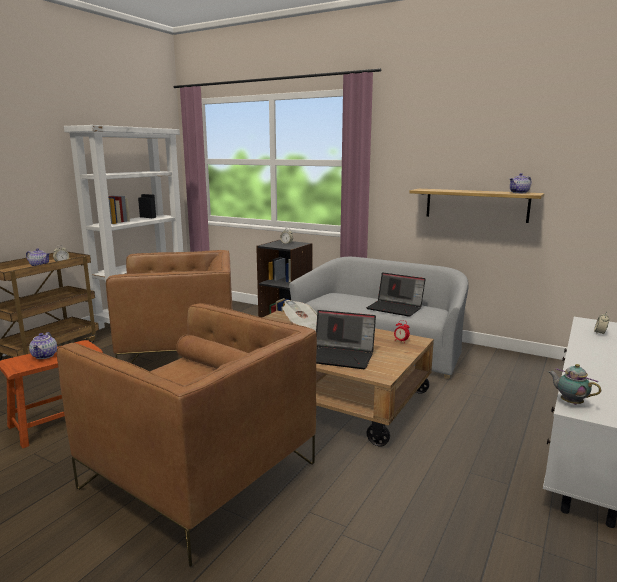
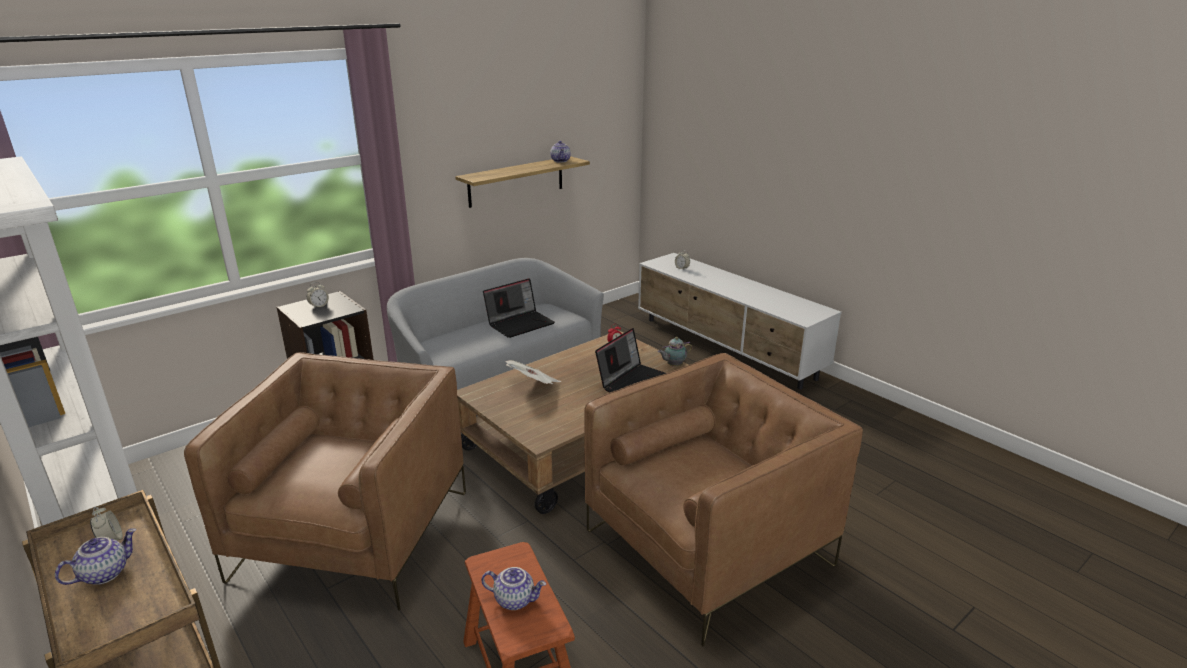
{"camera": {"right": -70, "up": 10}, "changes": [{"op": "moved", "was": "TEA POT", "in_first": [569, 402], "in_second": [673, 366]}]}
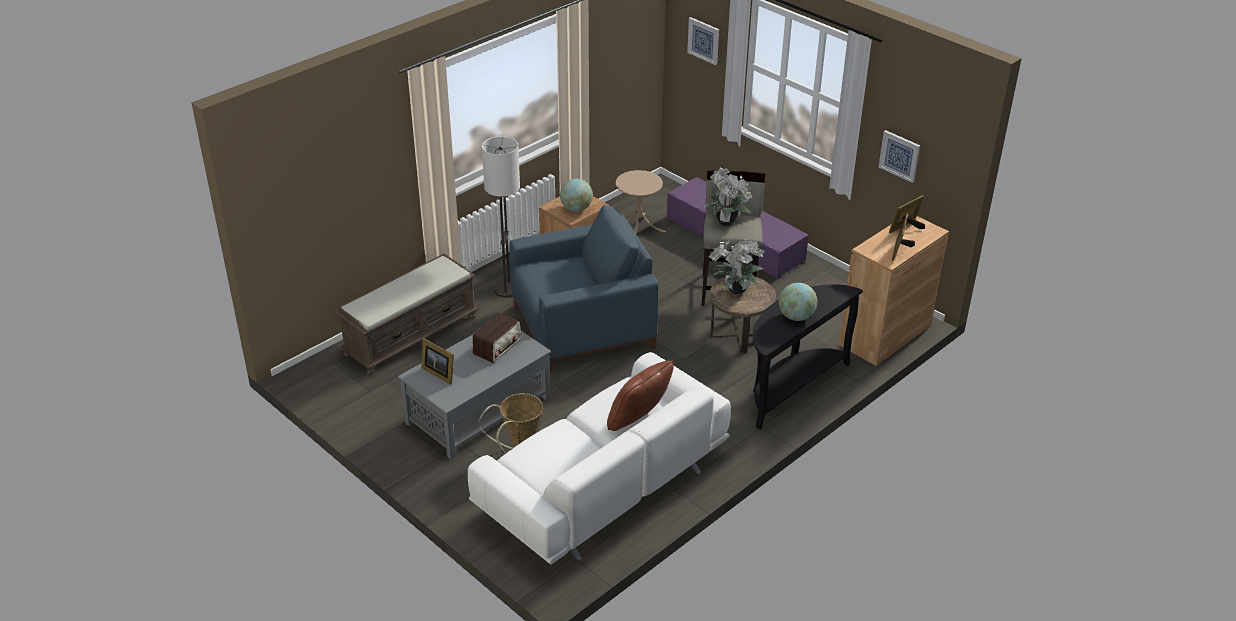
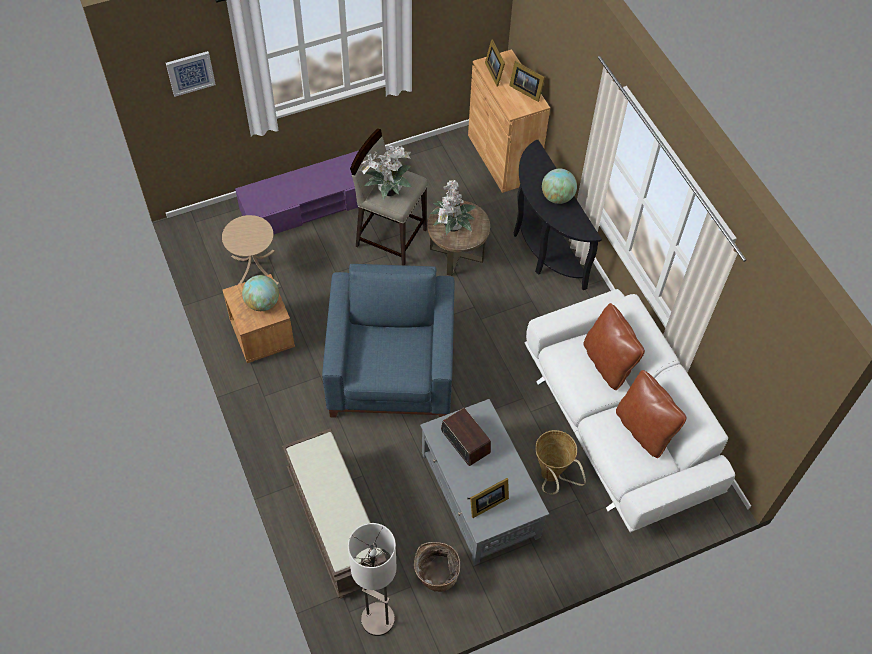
{"camera": {"right": -70, "up": 20}, "changes": [{"op": "moved", "was": "STANDING LAMP", "in_first": [507, 289], "in_second": [377, 619]}, {"op": "added", "now": "STORAGE BASKET", "in_second": [436, 575]}, {"op": "added", "now": "BROWN-COLOURED PILLOW", "in_second": [644, 429]}, {"op": "removed", "was": "PICTURE", "in_first": [900, 156]}]}
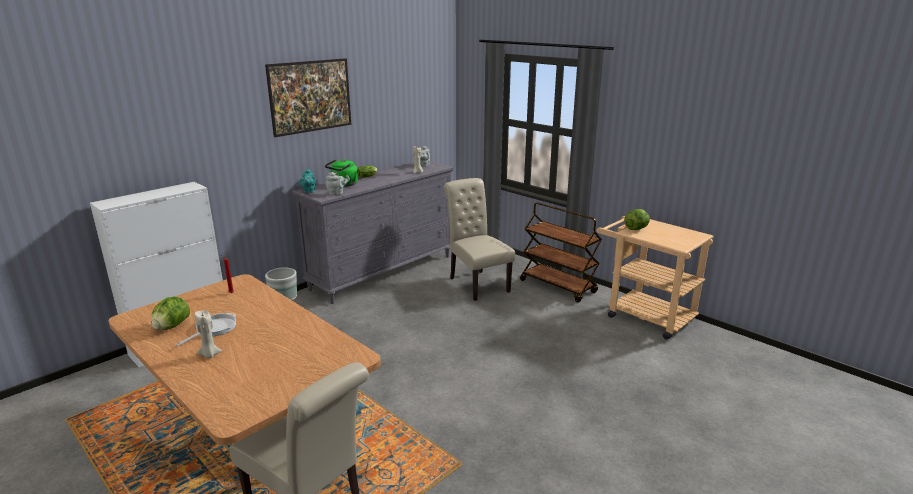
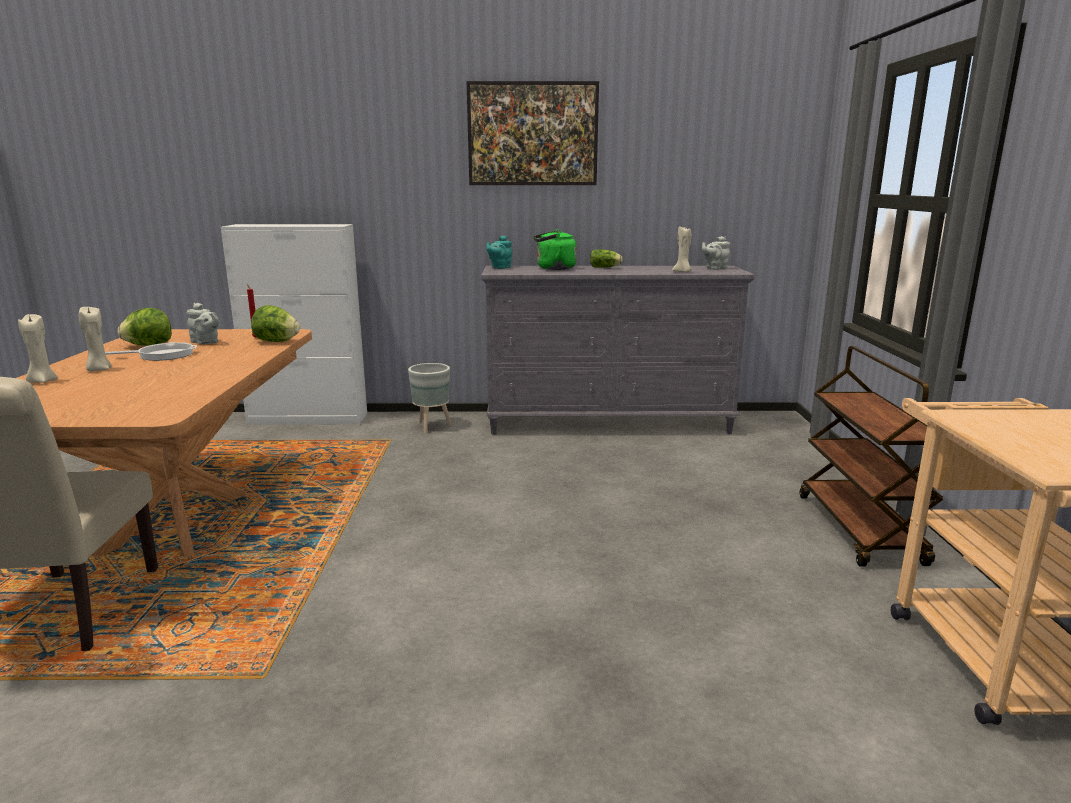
{"camera": {"right": 45, "up": -5}, "changes": [{"op": "added", "now": "SAND-COLOURED WAX CANDLE", "in_second": [42, 381]}, {"op": "moved", "was": "GRAY TEA POT", "in_first": [337, 193], "in_second": [206, 342]}, {"op": "moved", "was": "LETTUCE HEAD", "in_first": [636, 229], "in_second": [276, 341]}, {"op": "removed", "was": "SAND-COLOURED PLAIN CHAIR", "in_first": [476, 283]}]}
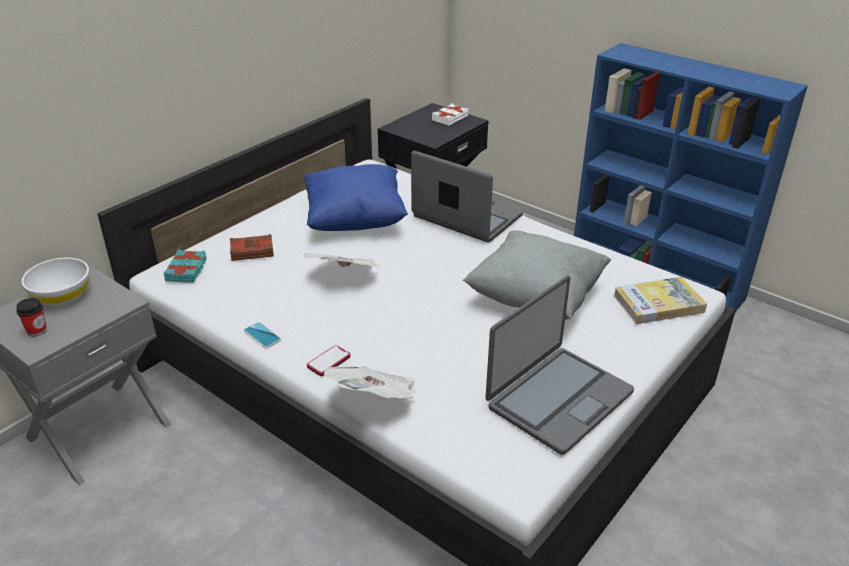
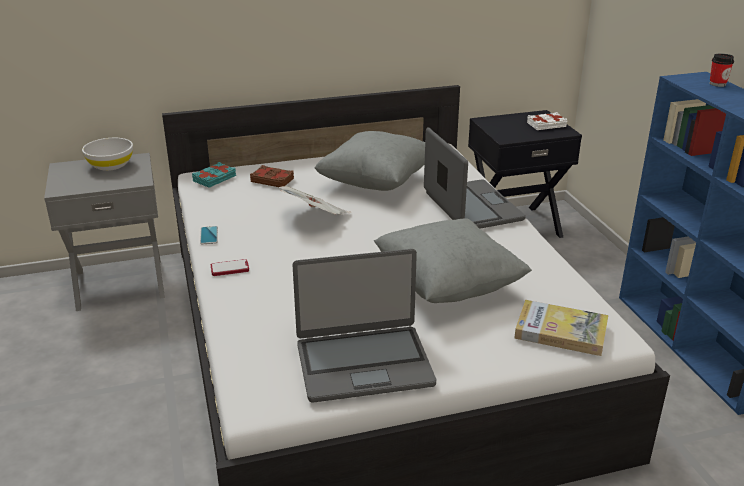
{"camera": {"right": 35, "up": -5}, "changes": [{"op": "recoloured", "was": "BLUE PILLOW", "now": "GRAY PILLOW", "in_first": [355, 221], "in_second": [376, 183]}, {"op": "moved", "was": "CUP", "in_first": [37, 331], "in_second": [717, 84]}, {"op": "removed", "was": "NEWSPAPER", "in_first": [375, 399]}]}
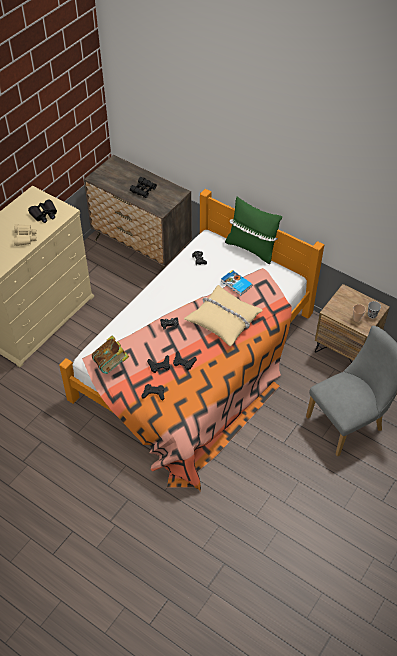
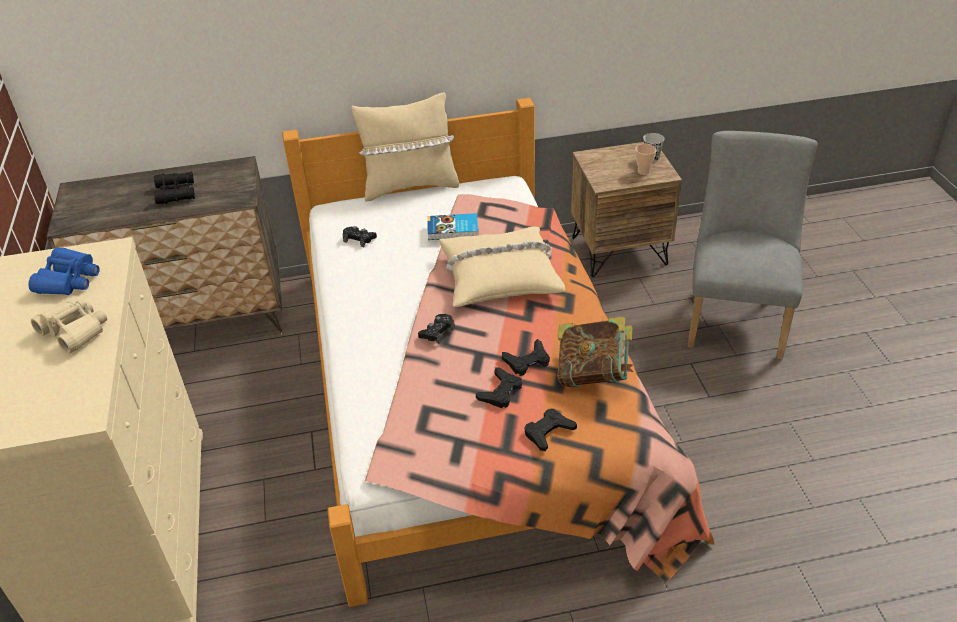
{"camera": {"right": -45, "up": -10}, "changes": [{"op": "recoloured", "was": "BLACK-COLOURED BINOCULARS", "now": "BLUE BINOCULARS", "in_first": [44, 214], "in_second": [69, 280]}, {"op": "recoloured", "was": "GREEN PILLOW", "now": "SAND-COLOURED PILLOW", "in_first": [251, 248], "in_second": [410, 186]}, {"op": "moved", "was": "VOLUME", "in_first": [111, 364], "in_second": [593, 374]}]}
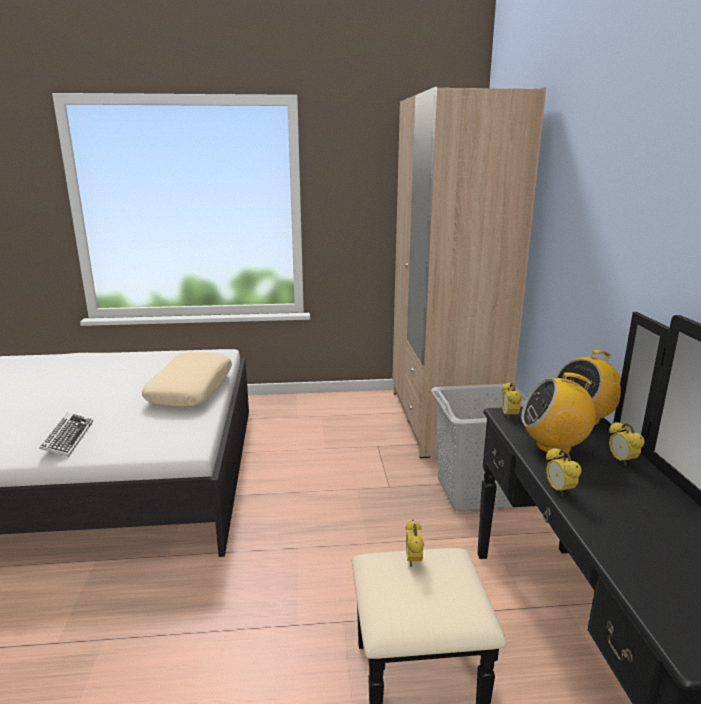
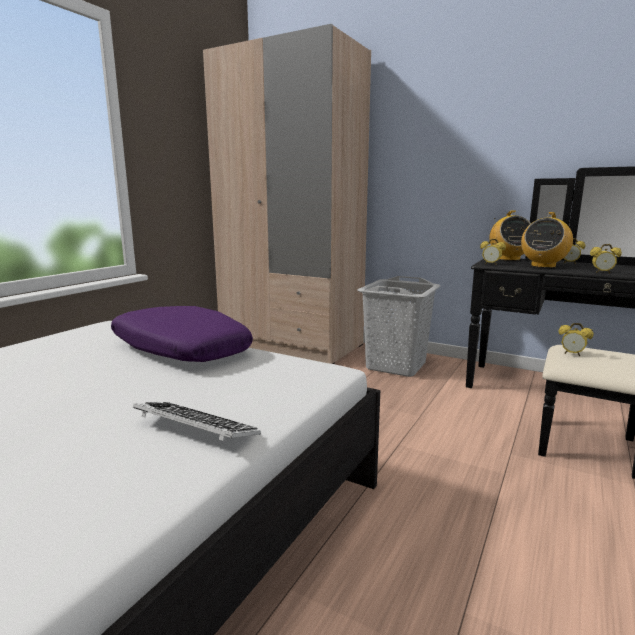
{"camera": {"right": -55, "up": -5}, "changes": [{"op": "recoloured", "was": "SAND-COLOURED PILLOW", "now": "PURPLE-COLOURED PILLOW", "in_first": [190, 389], "in_second": [180, 349]}]}
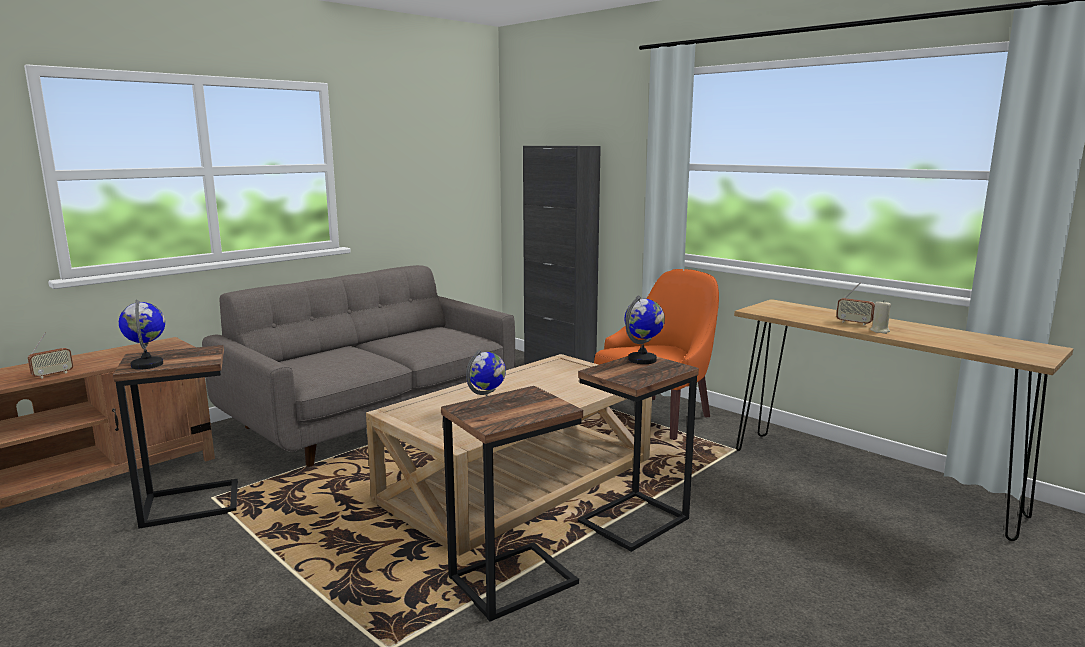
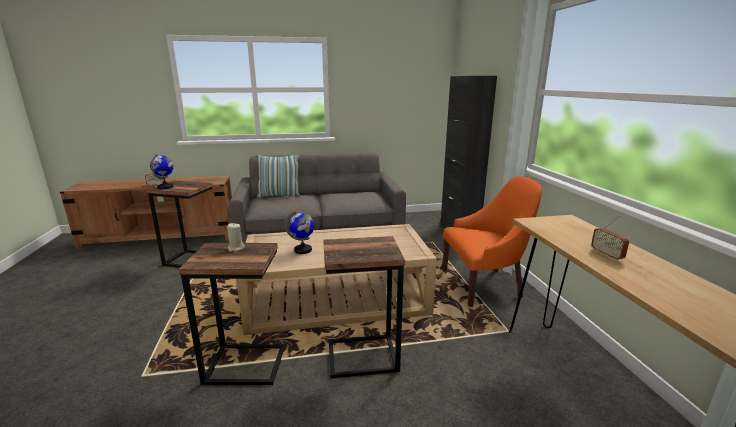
{"camera": {"right": 35, "up": 5}, "changes": [{"op": "moved", "was": "SAND-COLOURED WAX CANDLE", "in_first": [880, 331], "in_second": [236, 248]}, {"op": "added", "now": "PILLOW", "in_second": [279, 196]}, {"op": "removed", "was": "WORLD GLOBE", "in_first": [642, 360]}]}
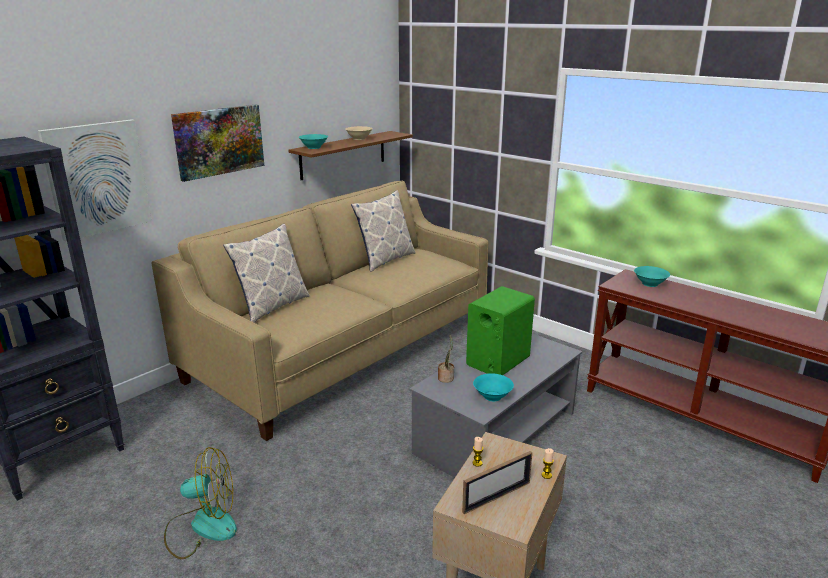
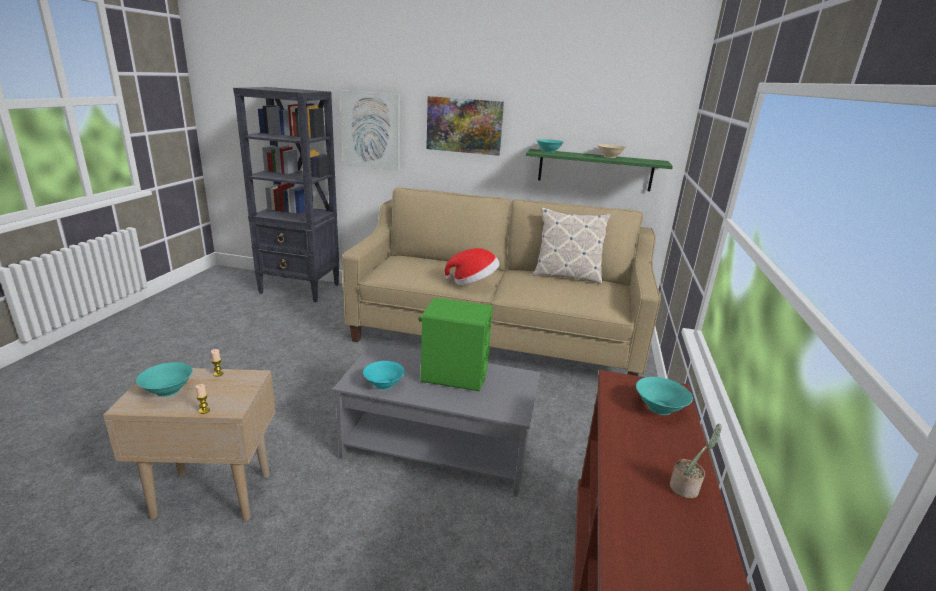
{"camera": {"right": 60, "up": 0}, "changes": [{"op": "replaced", "was": "STANDING FRAME", "now": "BLUE-GREEN DEEP DISH", "in_first": [496, 497], "in_second": [168, 390]}, {"op": "added", "now": "WEARABLE HAT", "in_second": [473, 282]}, {"op": "recoloured", "was": "BROWN-COLOURED WALL SHELF", "now": "GREEN WALL SHELF", "in_first": [343, 155], "in_second": [595, 170]}, {"op": "moved", "was": "HOUSEPLANT", "in_first": [446, 378], "in_second": [686, 488]}, {"op": "removed", "was": "ELECTRIC FAN", "in_first": [202, 526]}, {"op": "removed", "was": "PILLOW", "in_first": [272, 306]}]}
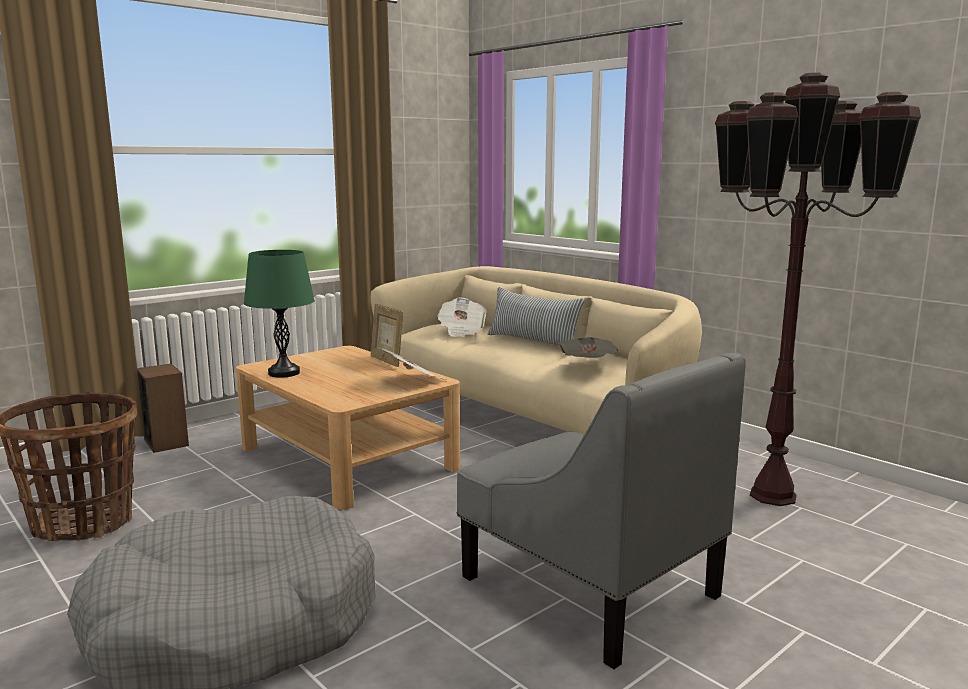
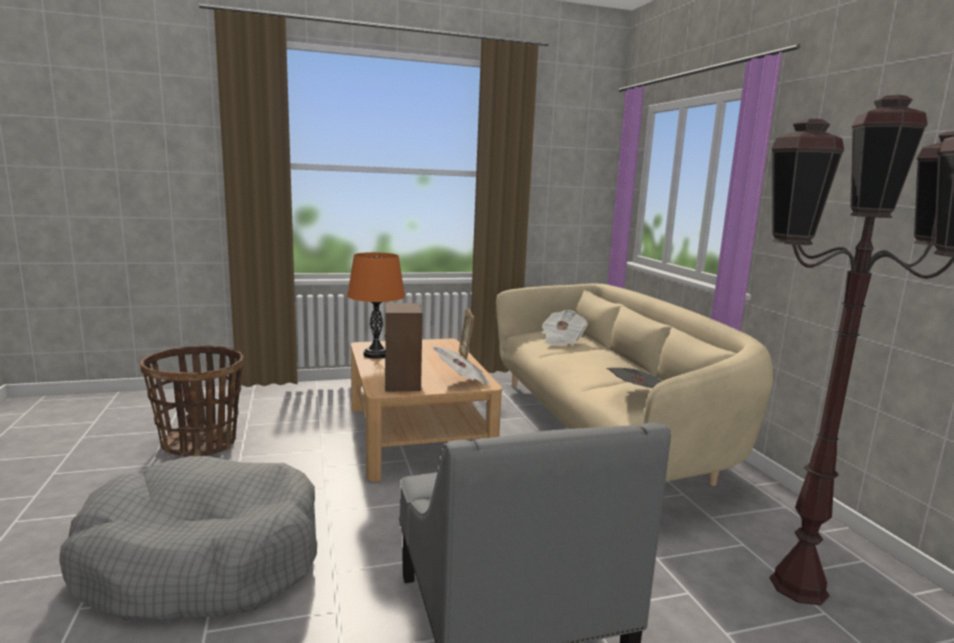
{"camera": {"right": 25, "up": 0}, "changes": [{"op": "recoloured", "was": "GREEN TABLE LAMP", "now": "ORANGE-COLOURED TABLE LAMP", "in_first": [284, 373], "in_second": [376, 354]}, {"op": "moved", "was": "AUDIO SPEAKER", "in_first": [166, 442], "in_second": [403, 383]}, {"op": "removed", "was": "PILLOW", "in_first": [533, 341]}]}
